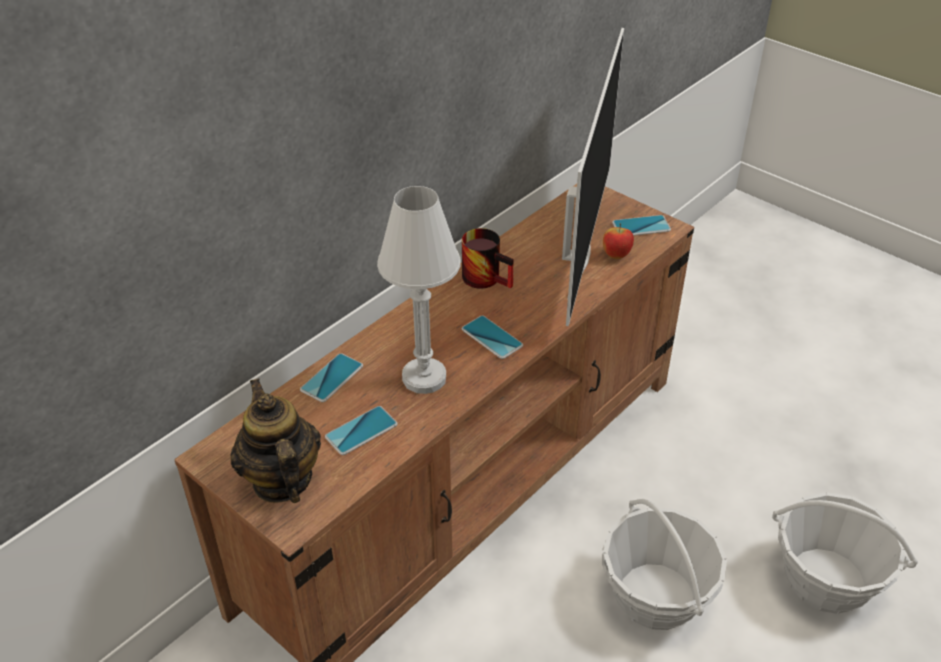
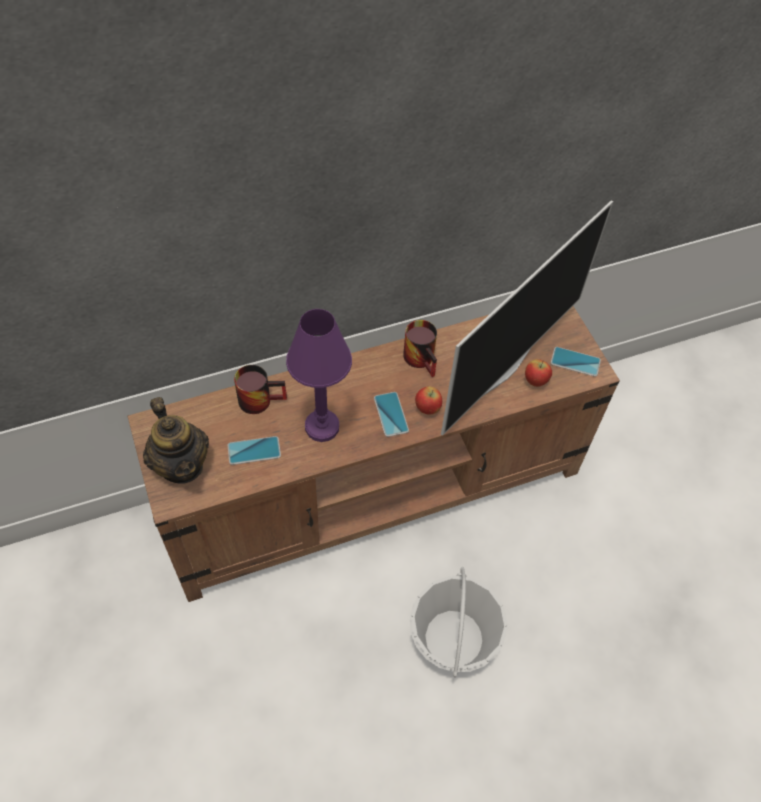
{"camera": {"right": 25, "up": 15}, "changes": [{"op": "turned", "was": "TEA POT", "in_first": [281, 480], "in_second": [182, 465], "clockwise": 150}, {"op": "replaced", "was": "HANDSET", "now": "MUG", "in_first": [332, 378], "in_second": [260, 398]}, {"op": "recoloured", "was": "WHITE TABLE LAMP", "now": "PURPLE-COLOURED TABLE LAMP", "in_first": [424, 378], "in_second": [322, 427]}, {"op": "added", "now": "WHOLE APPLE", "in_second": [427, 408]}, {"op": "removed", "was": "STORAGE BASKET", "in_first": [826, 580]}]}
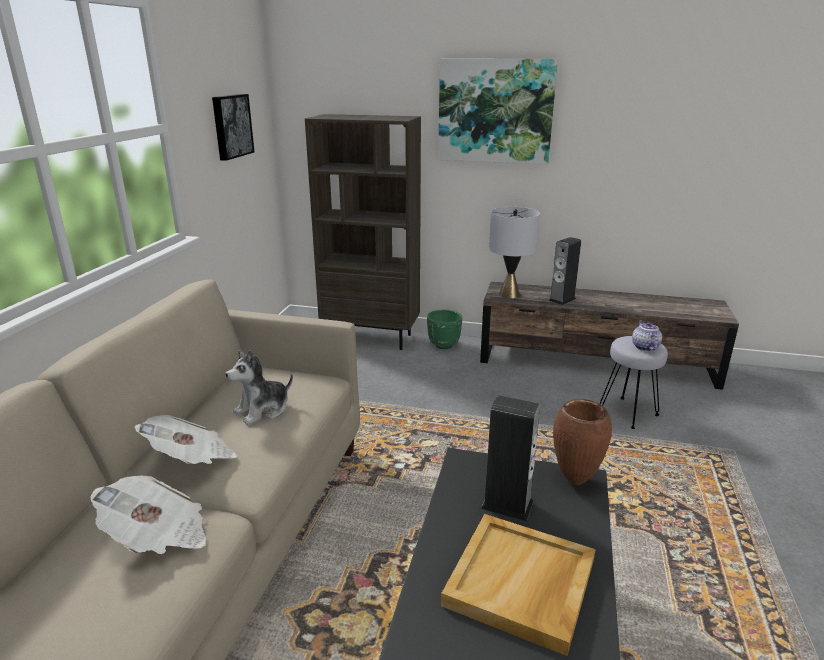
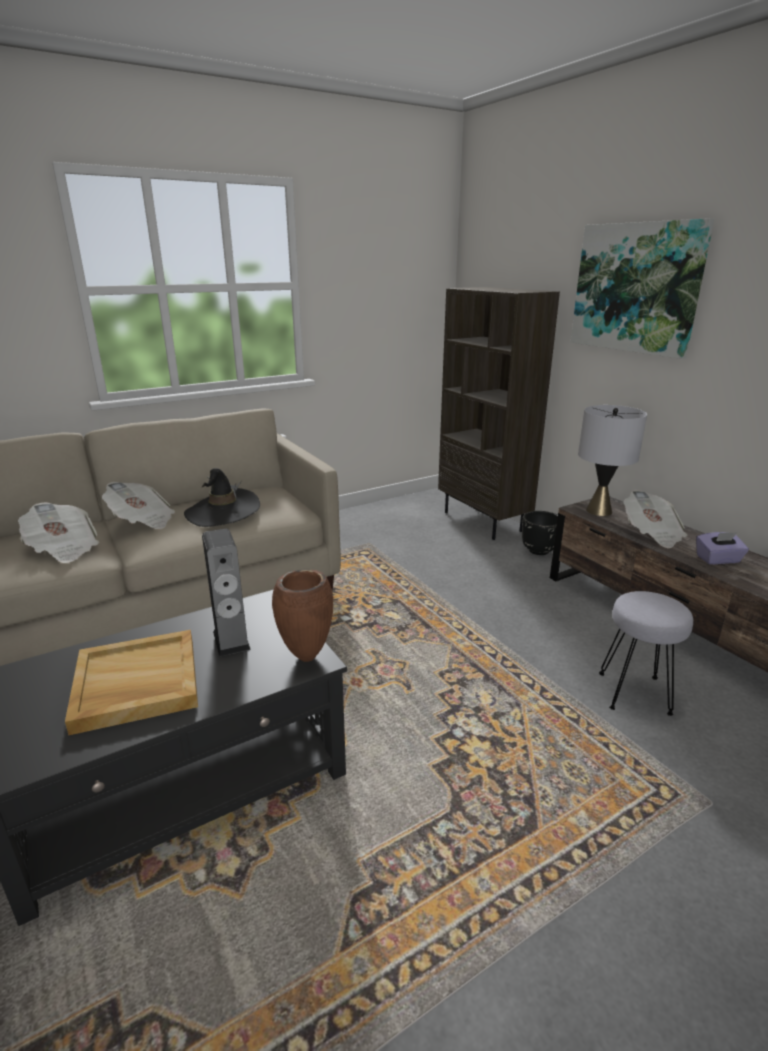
{"camera": {"right": 45, "up": 0}, "changes": [{"op": "replaced", "was": "PLUSH TOY", "now": "BLACK-COLOURED WEARABLE HAT", "in_first": [263, 410], "in_second": [223, 512]}, {"op": "recoloured", "was": "GREEN FLOWER POT", "now": "BLACK-COLOURED FLOWER POT", "in_first": [444, 345], "in_second": [539, 551]}, {"op": "replaced", "was": "AUDIO SPEAKER", "now": "NEWSPAPER", "in_first": [562, 299], "in_second": [652, 534]}, {"op": "added", "now": "PURPLE-COLOURED TISSUE HOLDER", "in_second": [718, 559]}, {"op": "removed", "was": "PICTURE", "in_first": [231, 126]}, {"op": "removed", "was": "TEA POT", "in_first": [644, 347]}]}
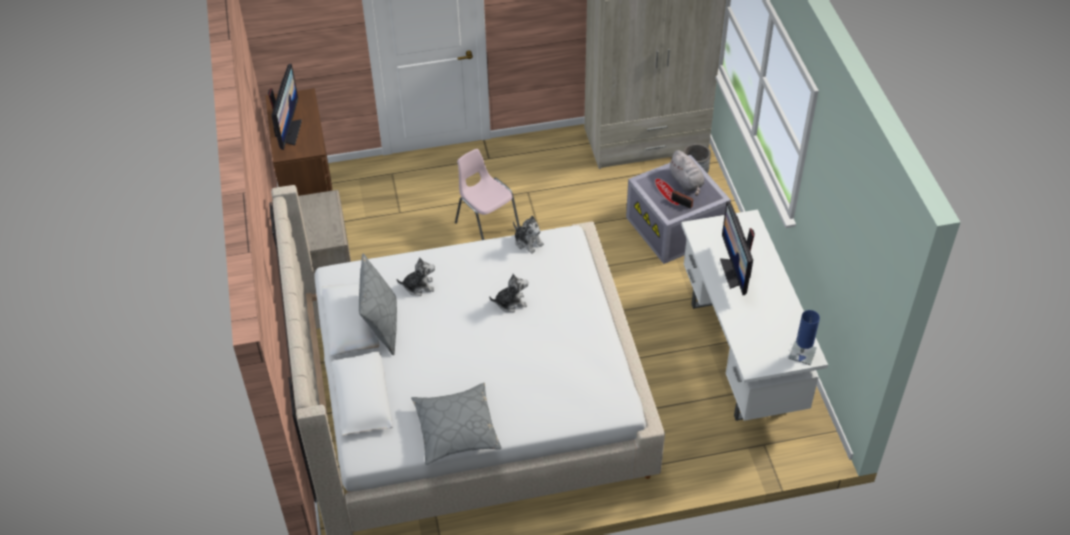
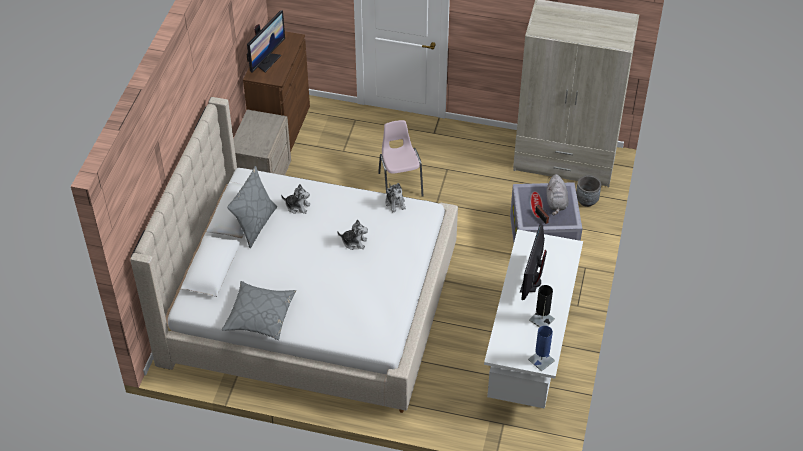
{"camera": {"right": 25, "up": 0}, "changes": [{"op": "added", "now": "BLACK-COLOURED TABLE LAMP", "in_second": [541, 319]}]}
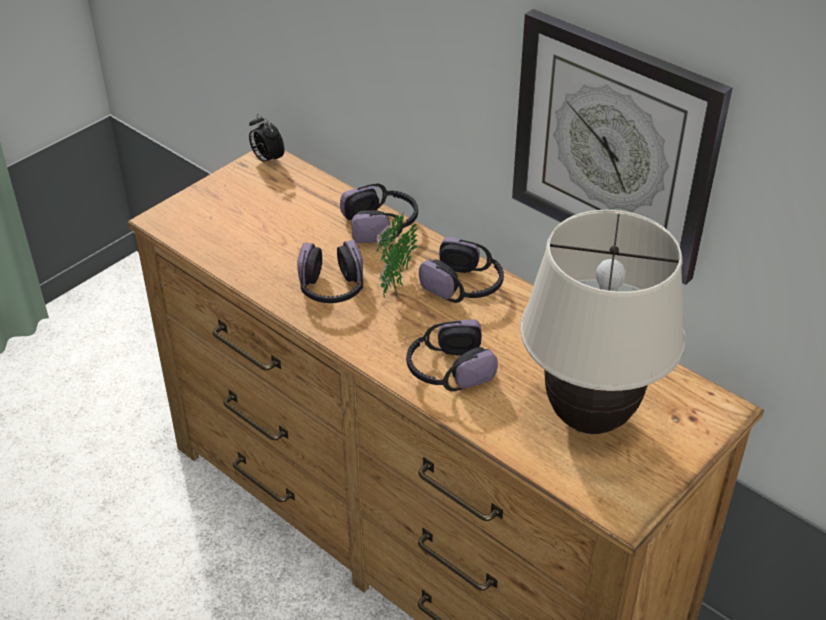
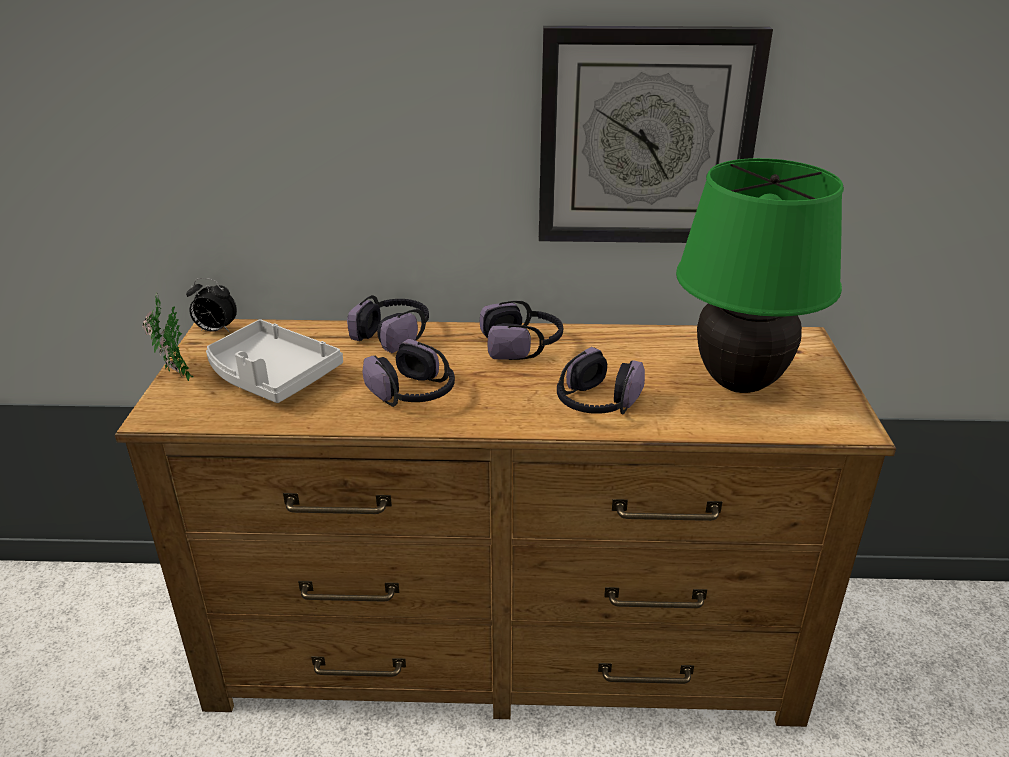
{"camera": {"right": -40, "up": -10}, "changes": [{"op": "moved", "was": "HOUSEPLANT", "in_first": [393, 285], "in_second": [176, 375]}, {"op": "added", "now": "GRAY SERVING TRAY", "in_second": [271, 376]}, {"op": "recoloured", "was": "SAND-COLOURED TABLE LAMP", "now": "GREEN TABLE LAMP", "in_first": [590, 419], "in_second": [740, 383]}]}
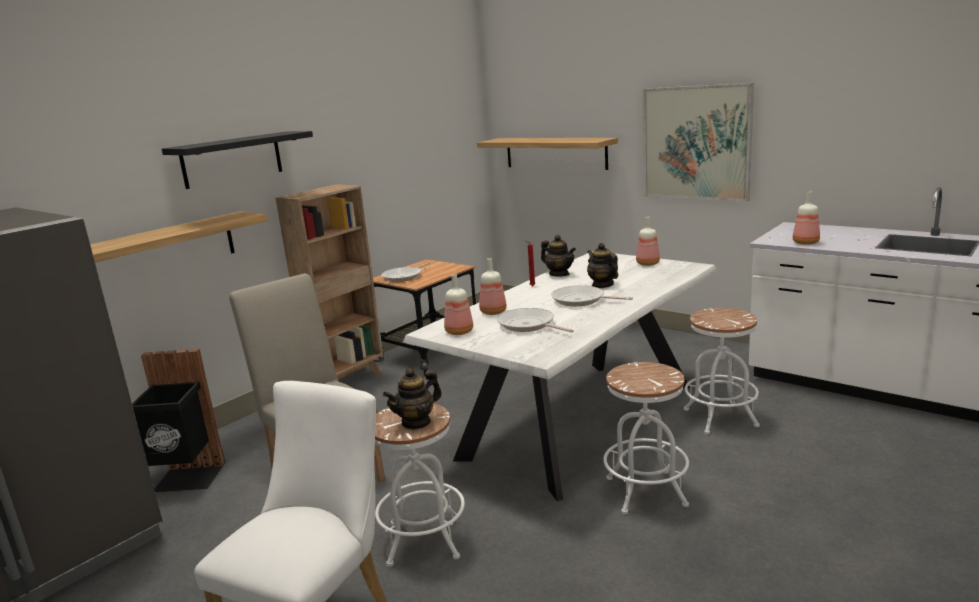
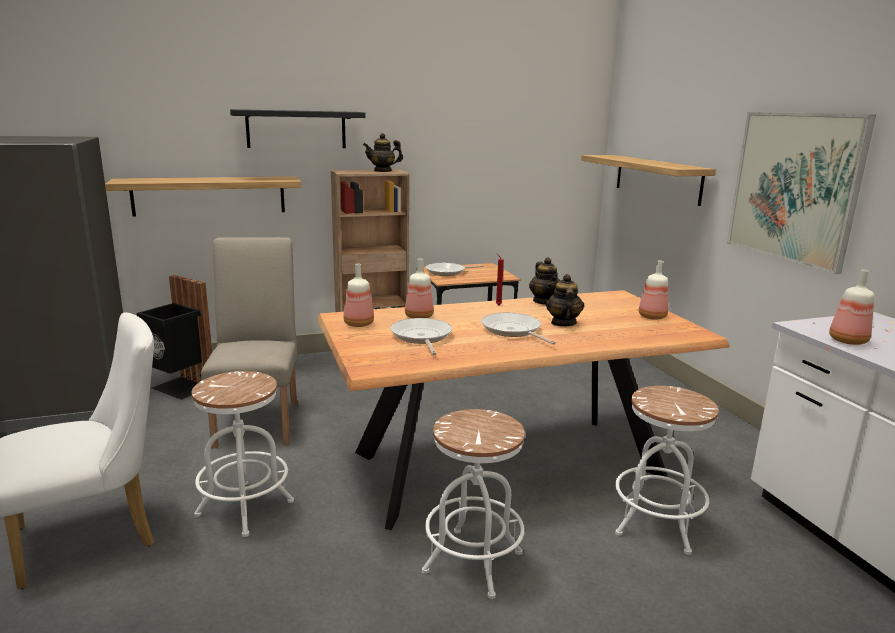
{"camera": {"right": 30, "up": 0}, "changes": [{"op": "recoloured", "was": "WHITE DINING TABLE", "now": "BROWN-COLOURED DINING TABLE", "in_first": [579, 420], "in_second": [507, 464]}, {"op": "moved", "was": "TEA POT", "in_first": [416, 422], "in_second": [383, 171]}]}
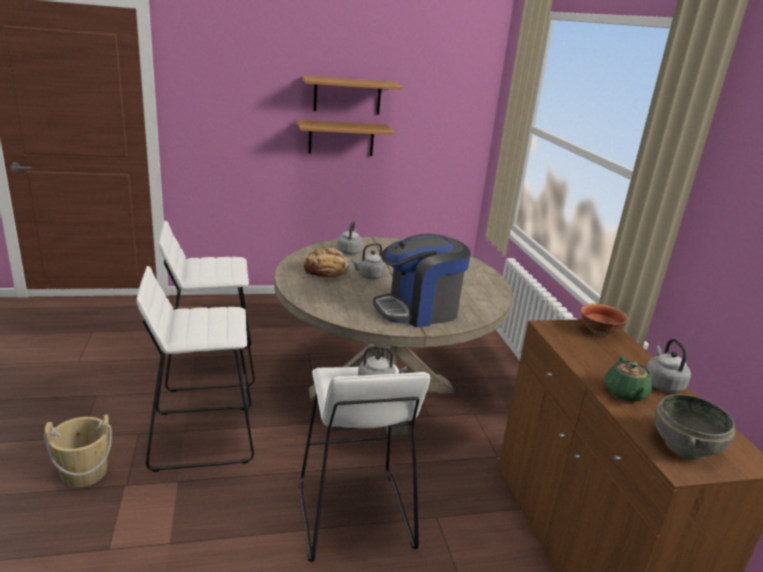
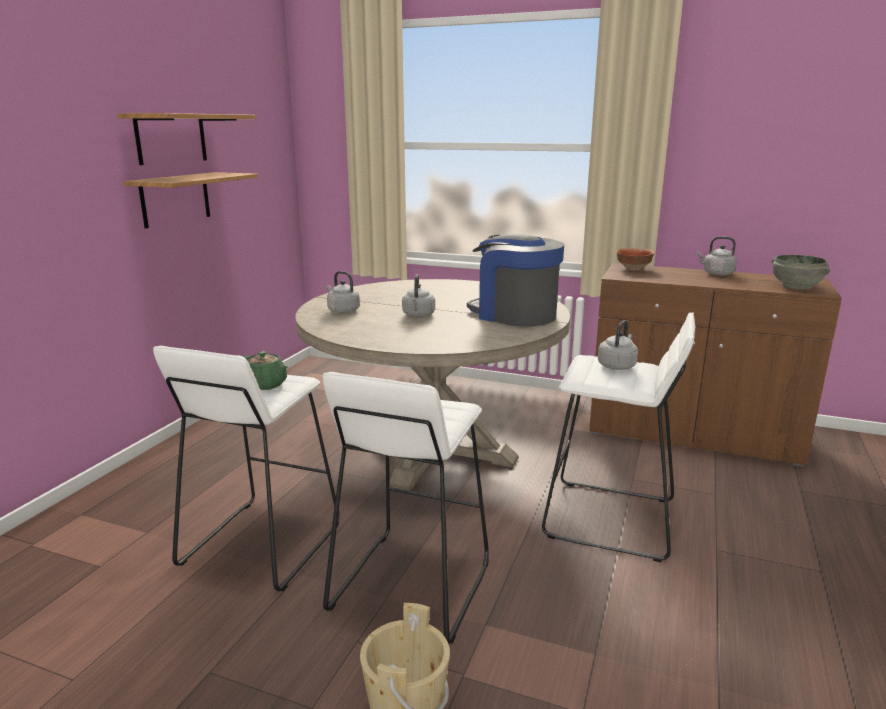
{"camera": {"right": -55, "up": -5}, "changes": [{"op": "moved", "was": "GREEN TEA POT", "in_first": [625, 393], "in_second": [266, 385]}, {"op": "turned", "was": "COFFEE MAKER", "in_first": [418, 310], "in_second": [514, 315], "clockwise": 120}, {"op": "removed", "was": "BAKED BREAD", "in_first": [326, 272]}]}
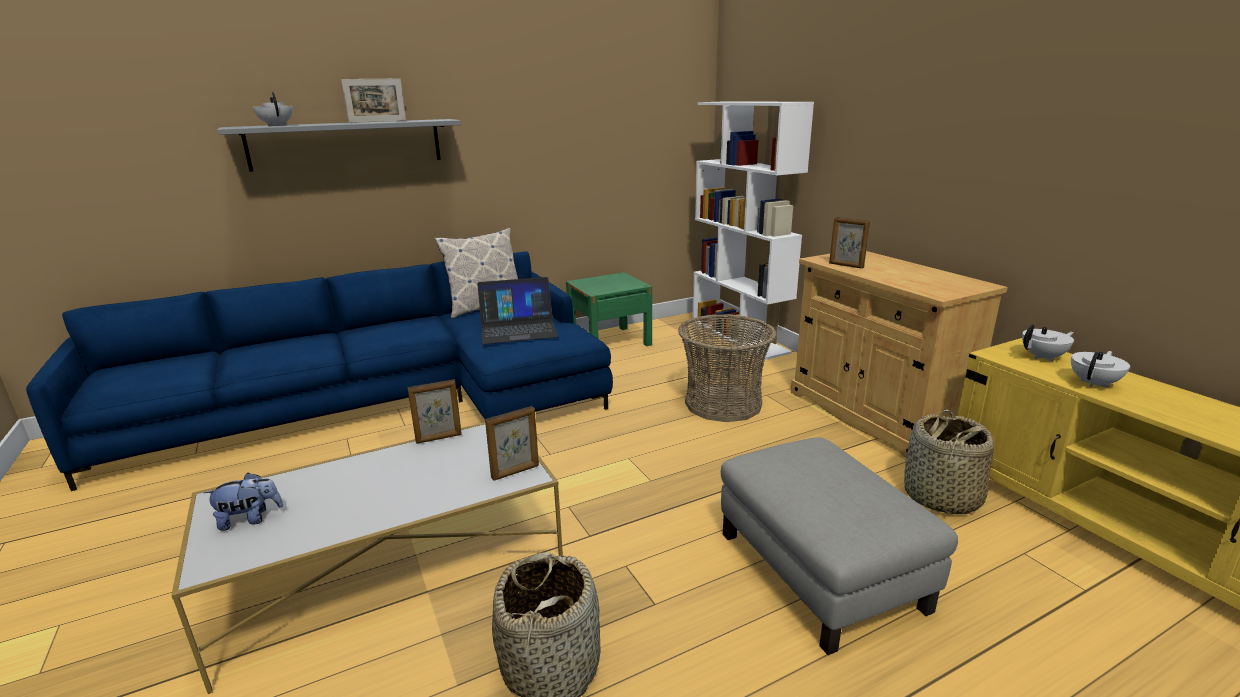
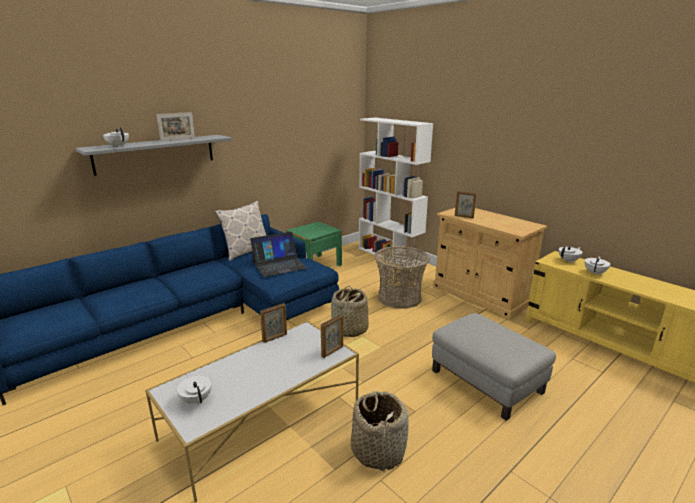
{"camera": {"right": -15, "up": 0}, "changes": [{"op": "replaced", "was": "PLUSH TOY", "now": "WHITE TEA POT", "in_first": [250, 519], "in_second": [196, 399]}, {"op": "moved", "was": "STORAGE BASKET", "in_first": [941, 497], "in_second": [349, 329]}]}
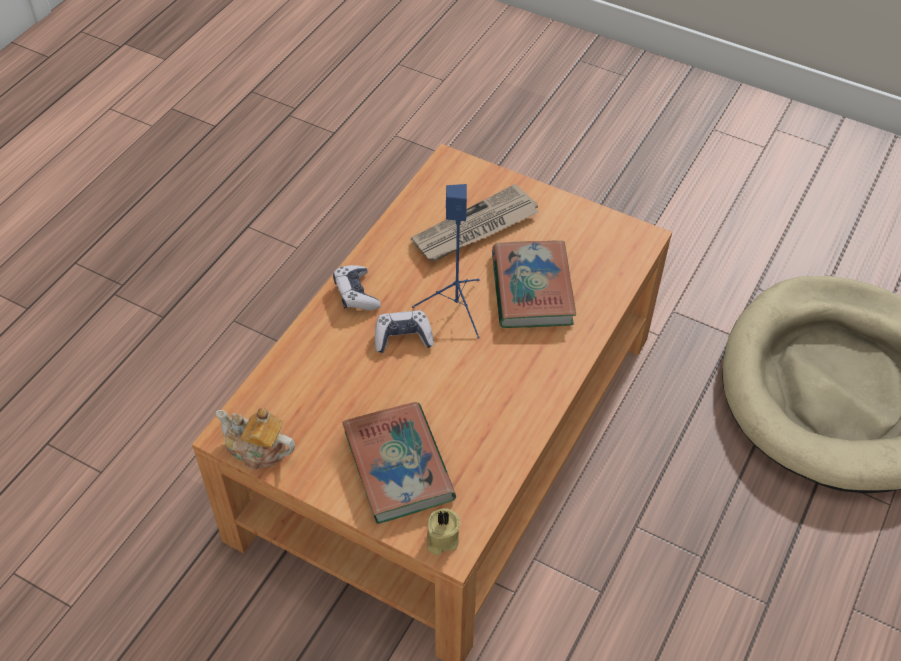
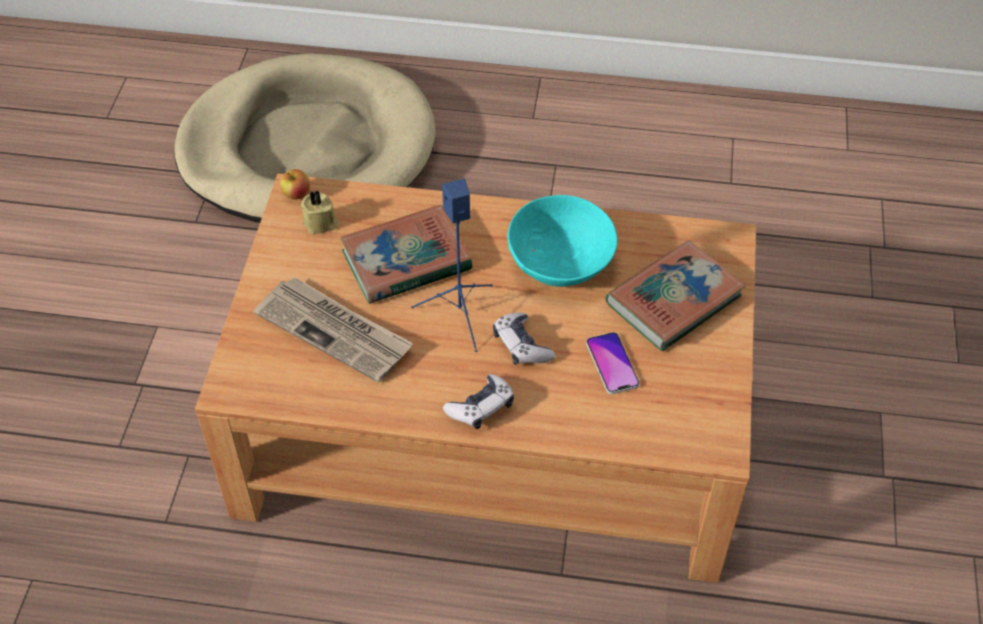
{"camera": {"right": -110, "up": 0}, "changes": [{"op": "added", "now": "WHOLE APPLE", "in_second": [296, 194]}, {"op": "moved", "was": "SAND-COLOURED WAX CANDLE", "in_first": [441, 539], "in_second": [321, 223]}, {"op": "added", "now": "BLUE-GREEN DEEP DISH", "in_second": [561, 263]}, {"op": "added", "now": "HANDSET", "in_second": [612, 364]}, {"op": "removed", "was": "TEA POT", "in_first": [257, 450]}]}
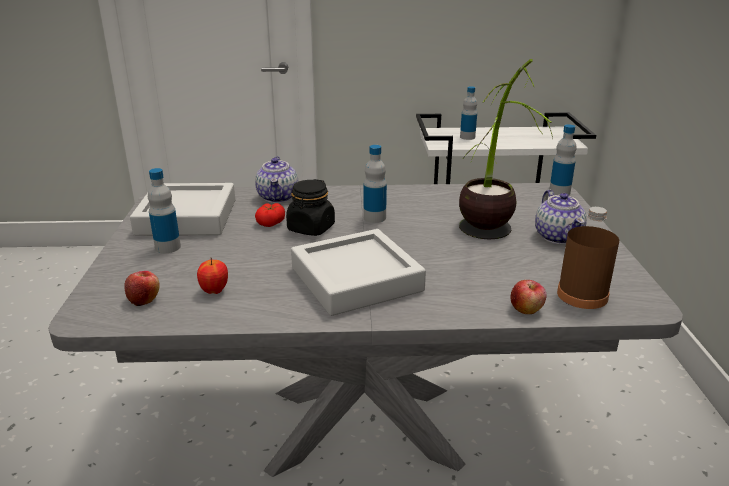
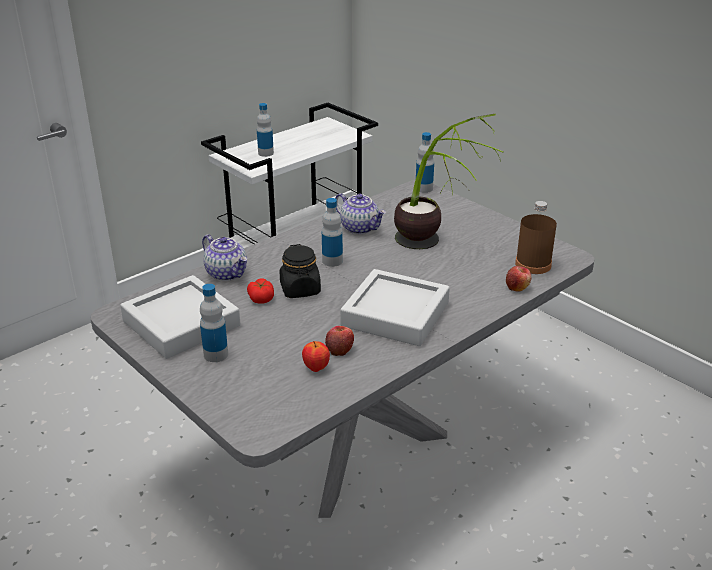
{"camera": {"right": -40, "up": 5}, "changes": [{"op": "moved", "was": "WHOLE APPLE", "in_first": [144, 299], "in_second": [339, 349]}, {"op": "moved", "was": "TEA POT", "in_first": [558, 237], "in_second": [360, 228]}]}
